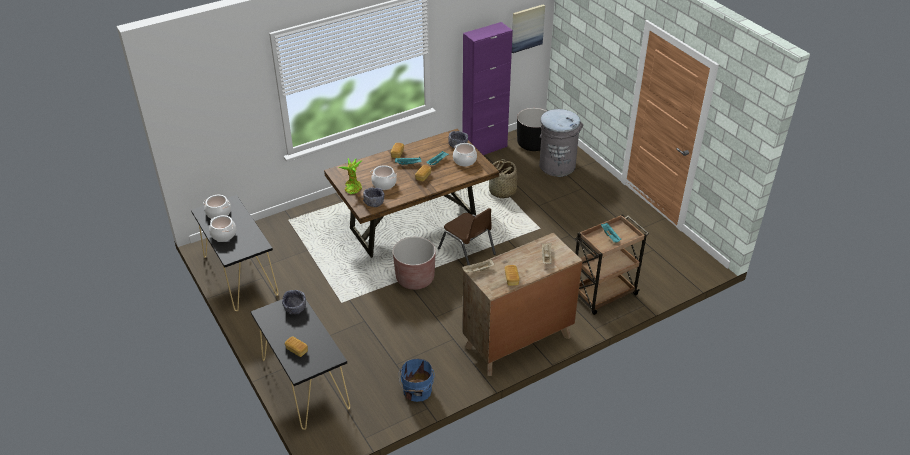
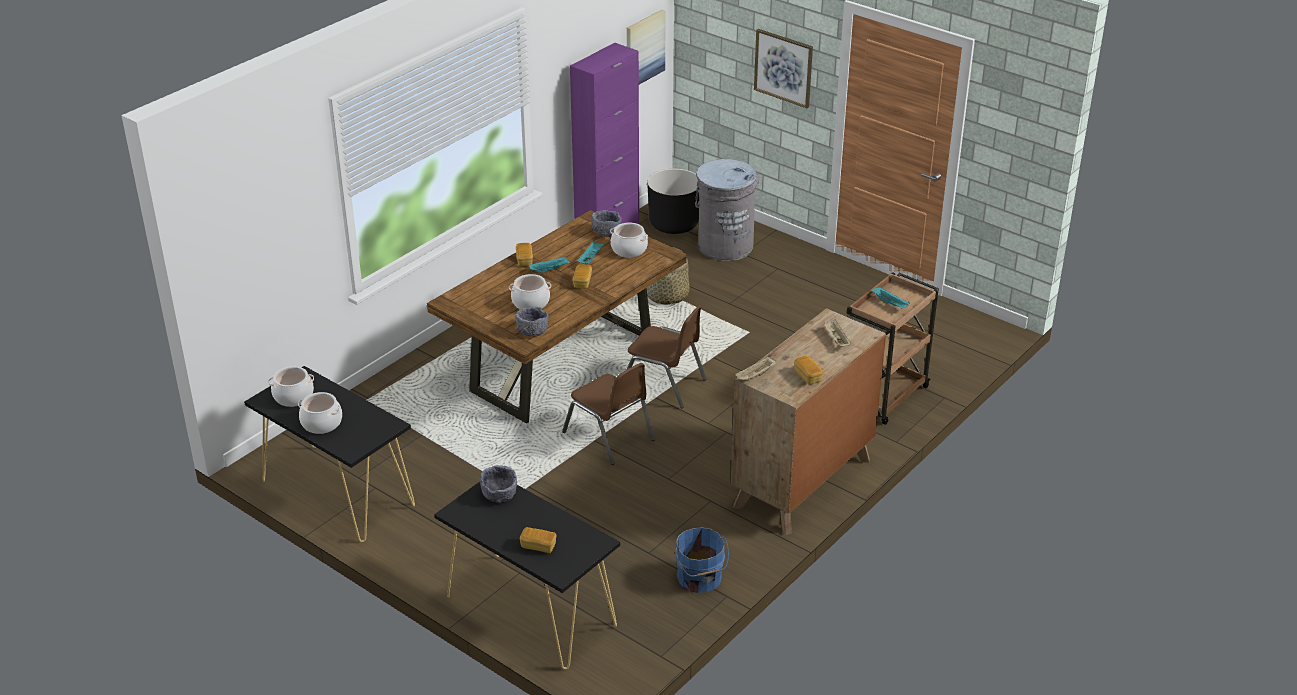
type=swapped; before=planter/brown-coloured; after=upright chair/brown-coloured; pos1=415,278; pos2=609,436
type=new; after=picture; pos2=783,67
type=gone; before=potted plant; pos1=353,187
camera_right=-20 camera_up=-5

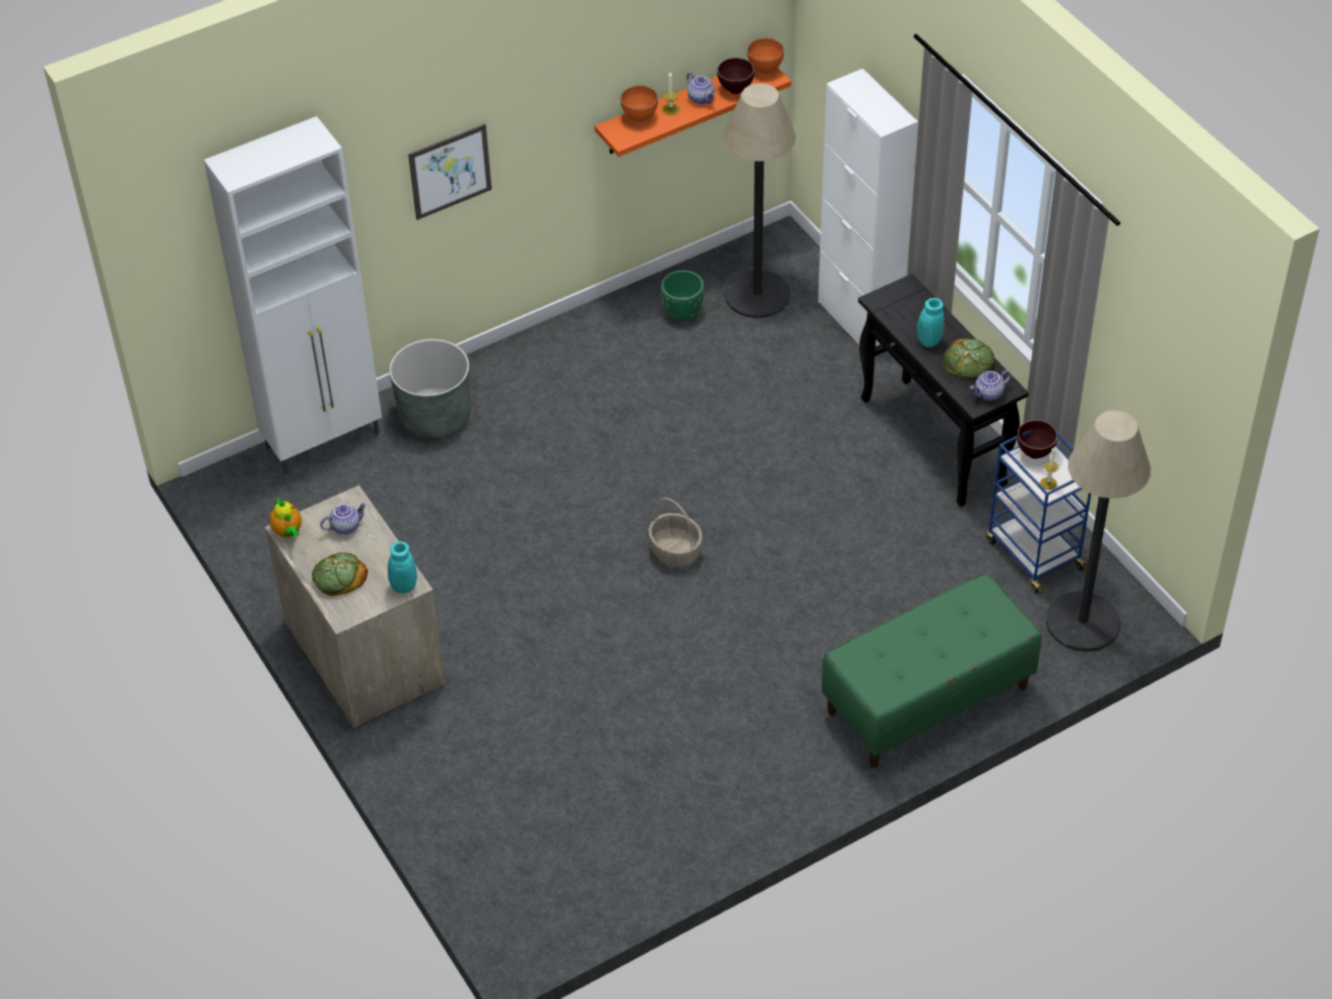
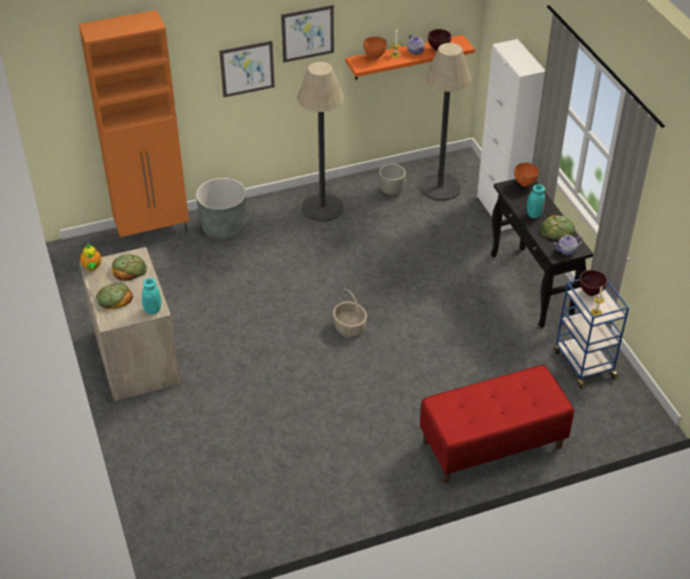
type=repainted; before=cabinet/white; after=cabinet/orangey; pos1=325,440; pos2=154,231
type=swapped; before=pot for tea; after=baked bread; pos1=345,526; pos2=129,269
type=new; after=picture; pos2=307,33
type=shifted; before=floor lamp; pos1=1083,622; pos2=322,208
type=repainted; before=planter/greenish; after=planter/greyish; pos1=682,313; pos2=391,191
type=repainted; before=indoor bench/greenish; after=indoor bench/red-coloured; pos1=927,700; pos2=492,445
type=shifted; before=bowl/orangey; pos1=766,70; pos2=525,184
camera_right=10 camera_up=-5

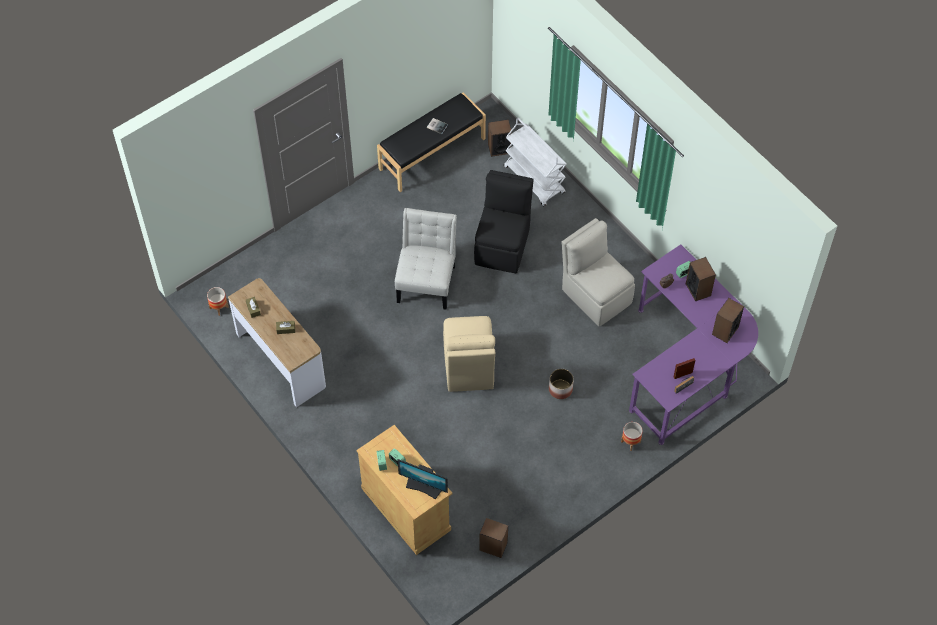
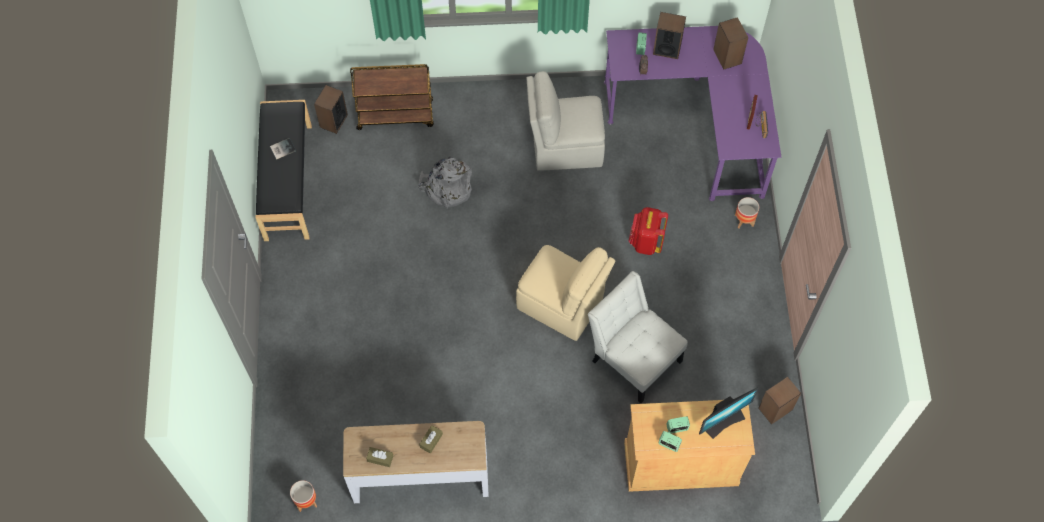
type=repainted; before=cart/white; after=cart/brown-coloured; pos1=534,180; pos2=396,115
type=swapped; before=upright chair/black; after=backpack/greyish; pos1=503,245; pos2=447,188
type=shifted; before=upright chair/white; pos1=427,280; pos2=633,357
type=swapped; before=planter; after=backpack/red-coloured; pos1=560,389; pos2=645,242
camera_right=-55 camera_up=5

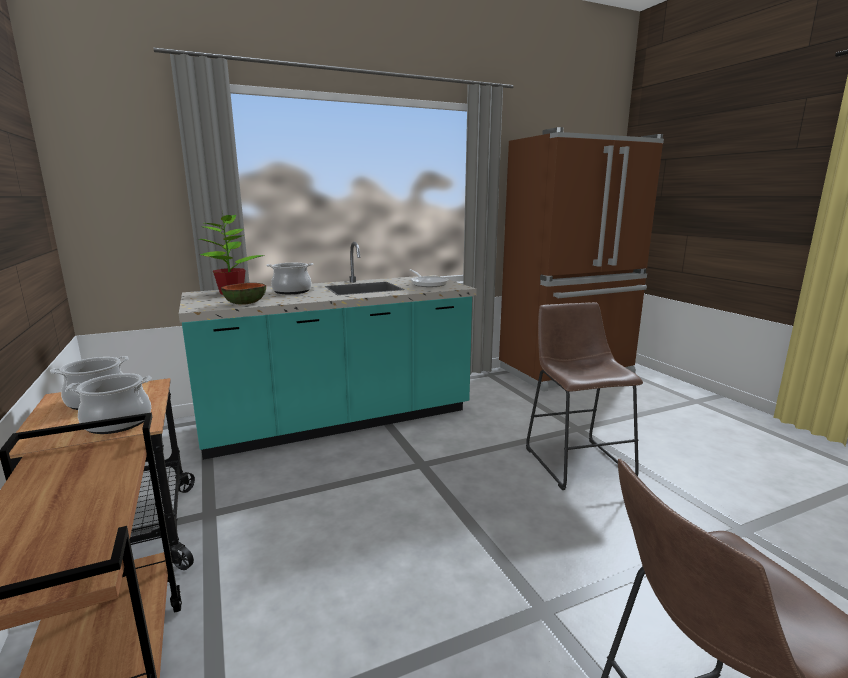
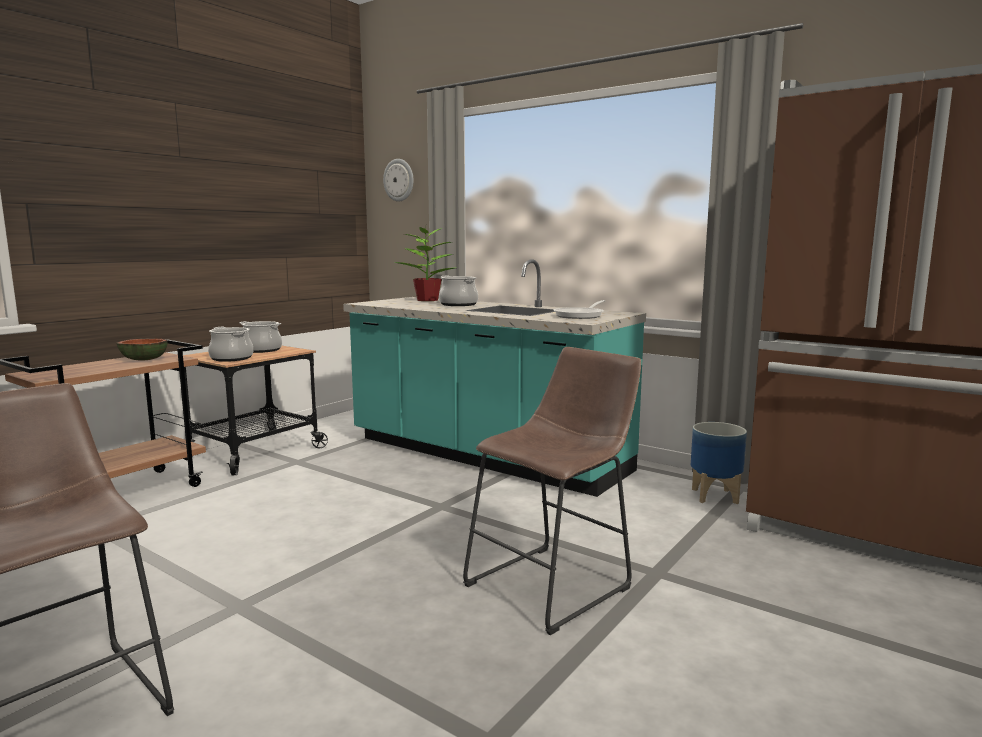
type=shifted; before=bowl; pos1=245,303; pos2=143,360
type=new; after=wall clock; pos2=399,180
type=new; after=planter; pos2=715,496
camera_right=60 camera_up=-5

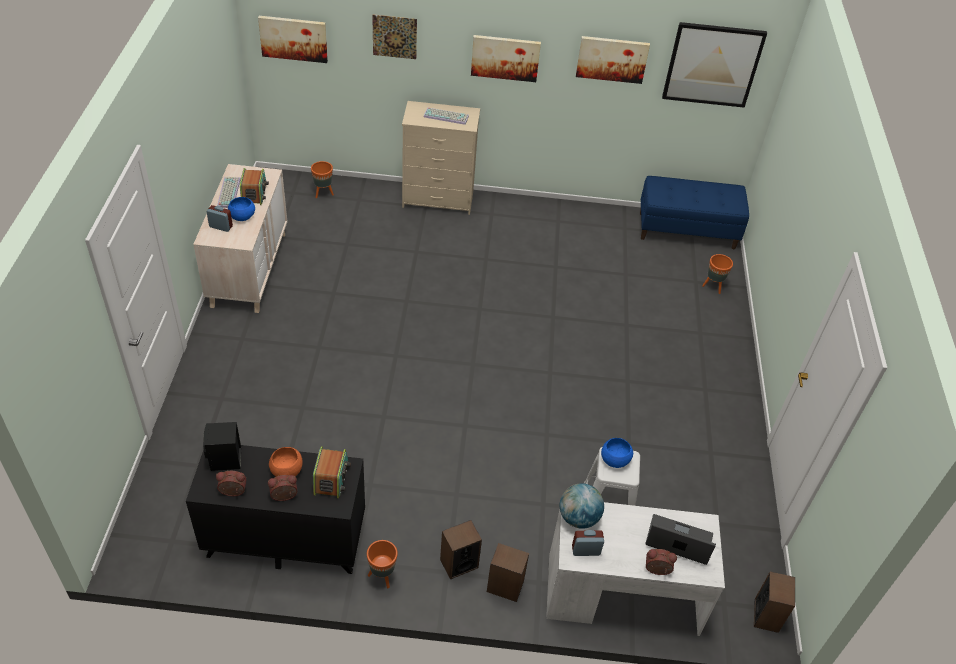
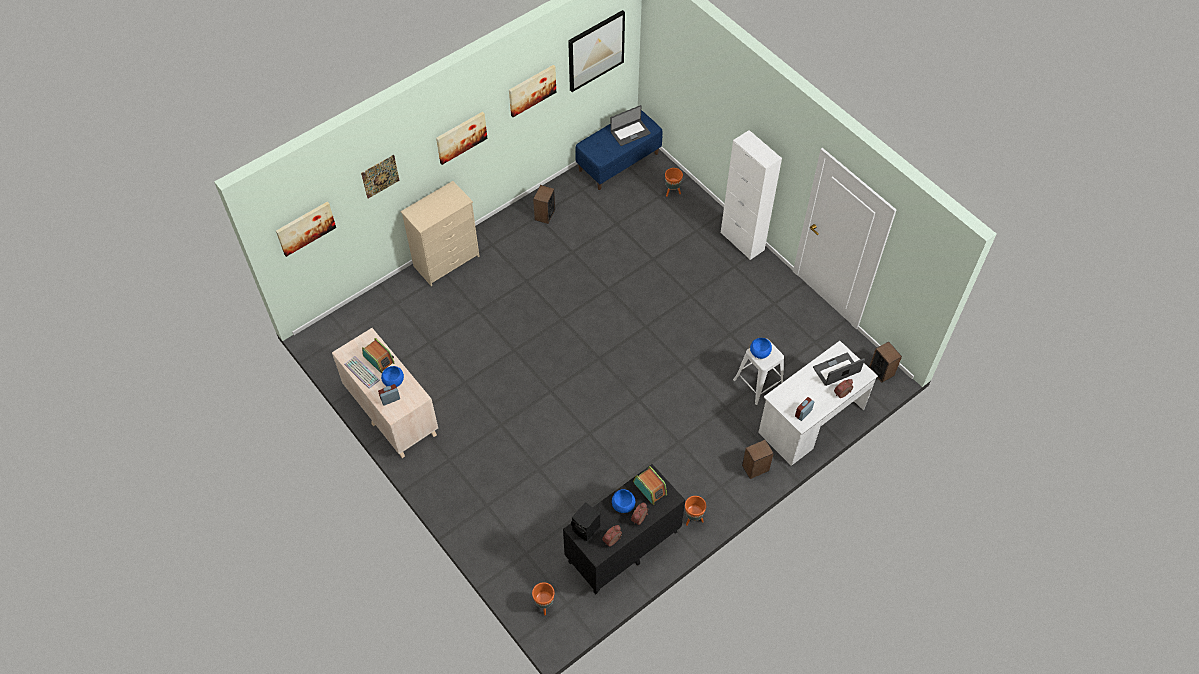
type=shifted; before=planter/orangey; pos1=323,193; pos2=544,605
type=shifted; before=audio speaker; pos1=459,563; pos2=544,215
type=new; after=notebook computer; pos2=630,132
type=repainted; before=bowl/orangey; after=bowl/bluish; pos1=286,469; pos2=623,505
type=new; after=cabinet/white; pos2=742,241
type=gone; before=PC keyboard; pos1=446,116
type=gone; before=world globe; pos1=578,517
camera_right=-40 camera_up=10

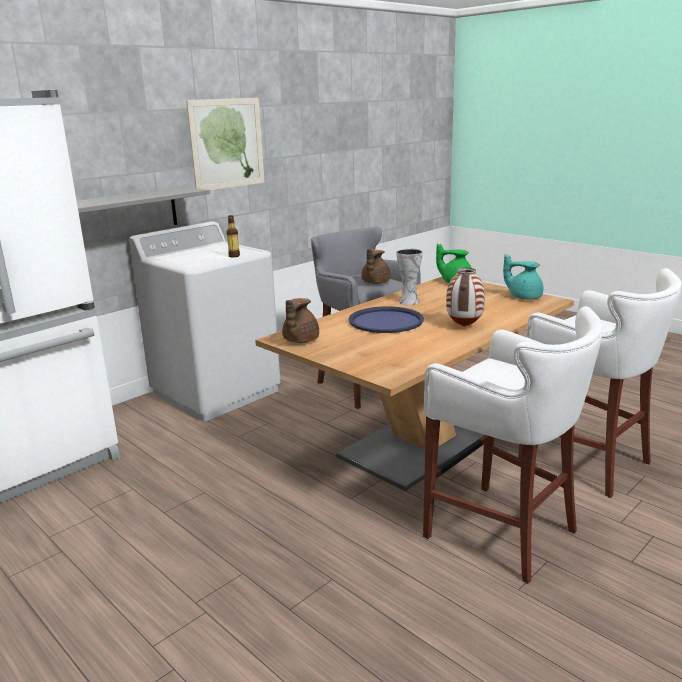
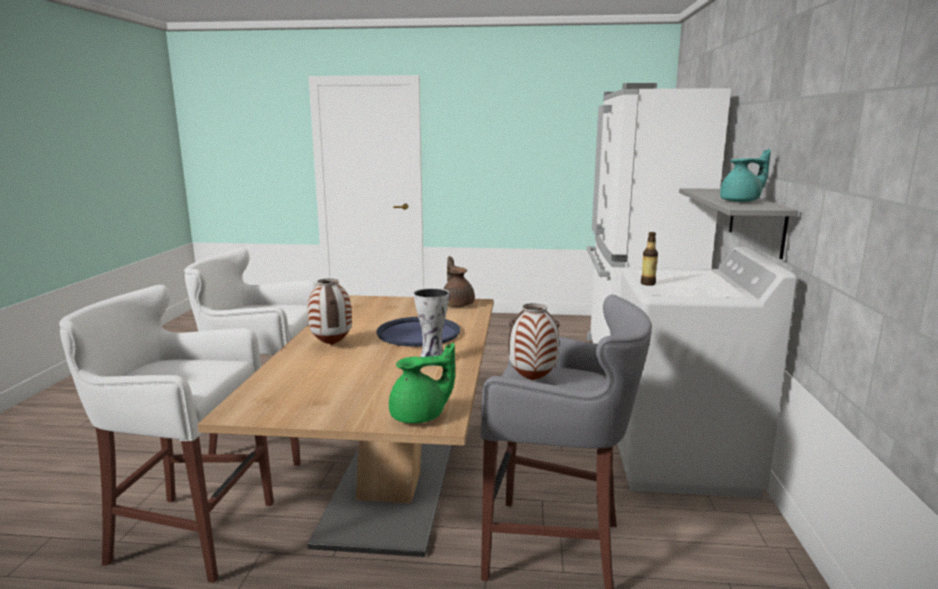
type=swapped; before=pot for tea/brown-coloured; after=flower vase; pos1=374,283; pos2=533,380
type=shifted; before=pot for tea/blue-green; pos1=524,297; pos2=741,201
type=gone; before=picture; pos1=227,143
camera_right=140 camera_up=-5

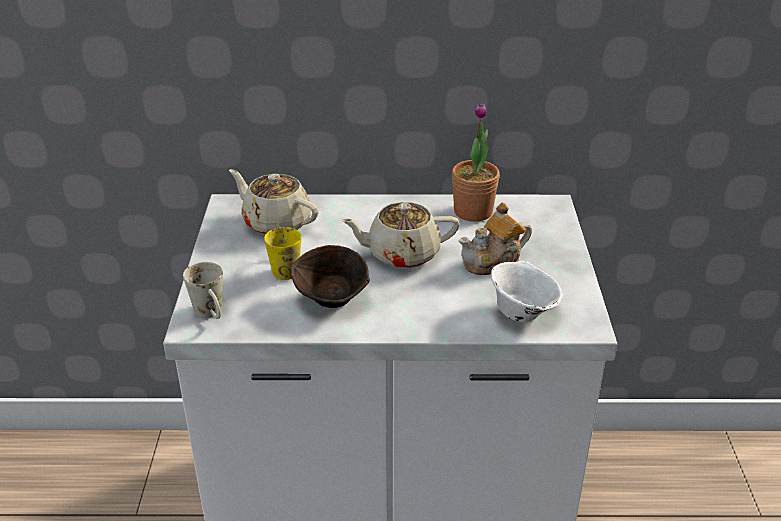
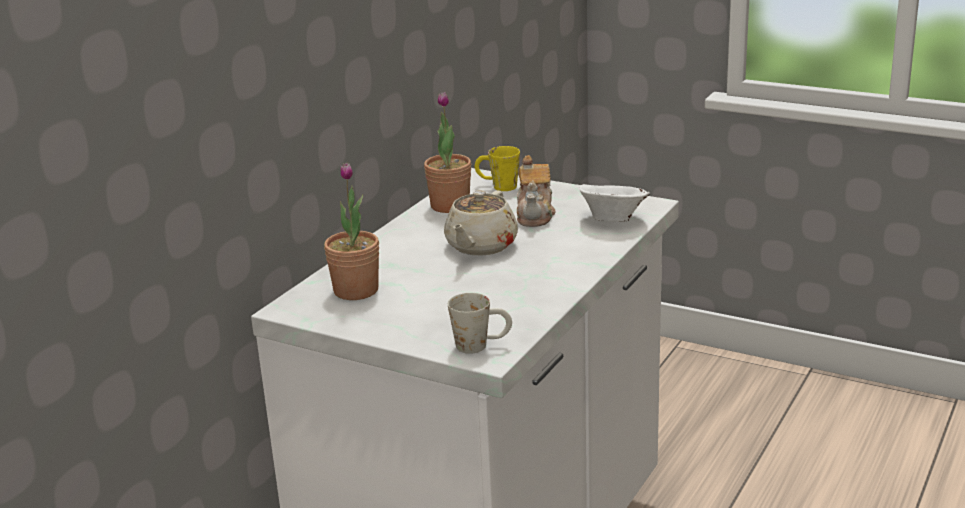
type=swapped; before=pot for tea/sand-coloured; after=potted plant; pos1=276,222; pos2=356,290
type=shifted; before=coffee mug/yellow; pos1=284,267; pos2=497,186
type=gone; before=bowl/brown-coloured; pos1=332,300
camera_right=-60 camera_up=-10

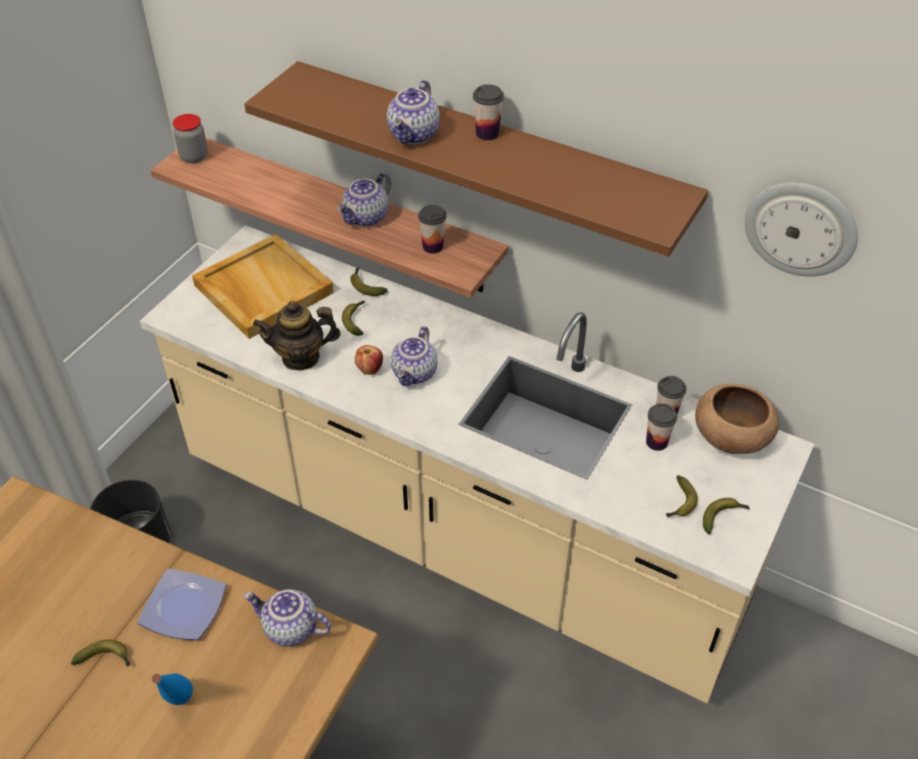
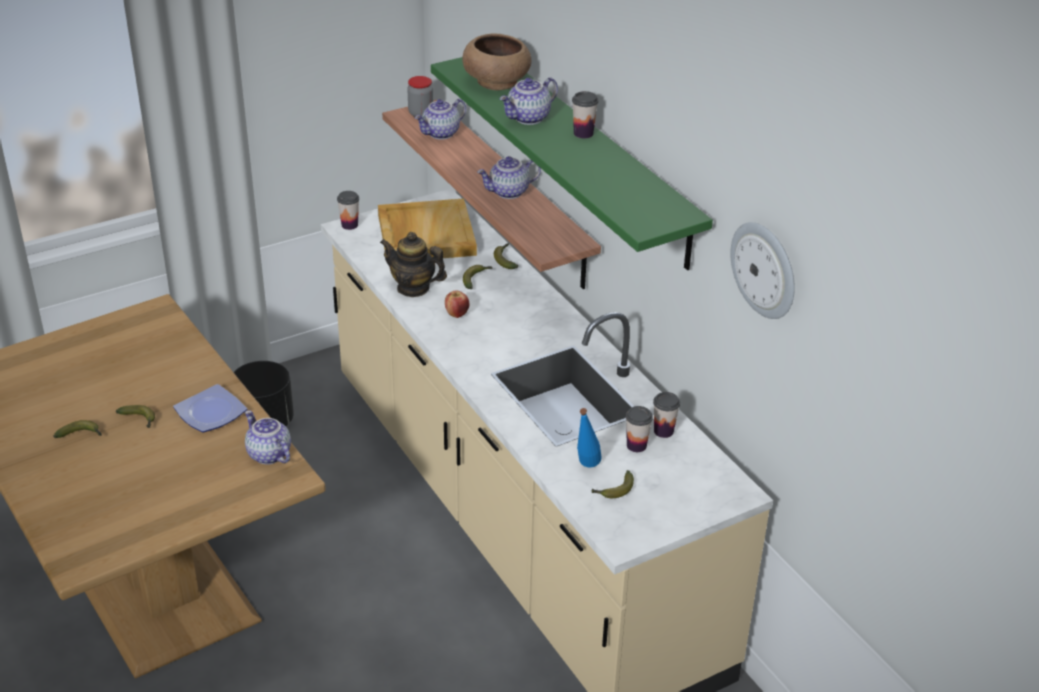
type=shifted; before=whole banana; pos1=723,517; pos2=81,435
type=shifted; before=cup; pos1=433,246; pos2=349,225
type=shifted; before=pot for tea; pos1=415,374; pos2=441,134
type=repainted; before=shelf/brown-coloured; after=shelf/greenish; pos1=487,154; pos2=592,156
type=shifted; before=bowl/brown-coloured; pos1=731,436; pos2=497,81
type=shifted; before=beverage bottle/bluish; pos1=180,708; pos2=585,469
camera_right=30 camera_up=-10

